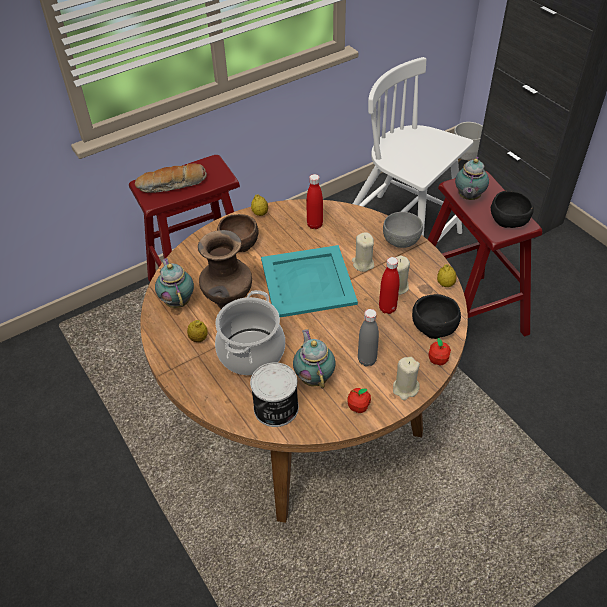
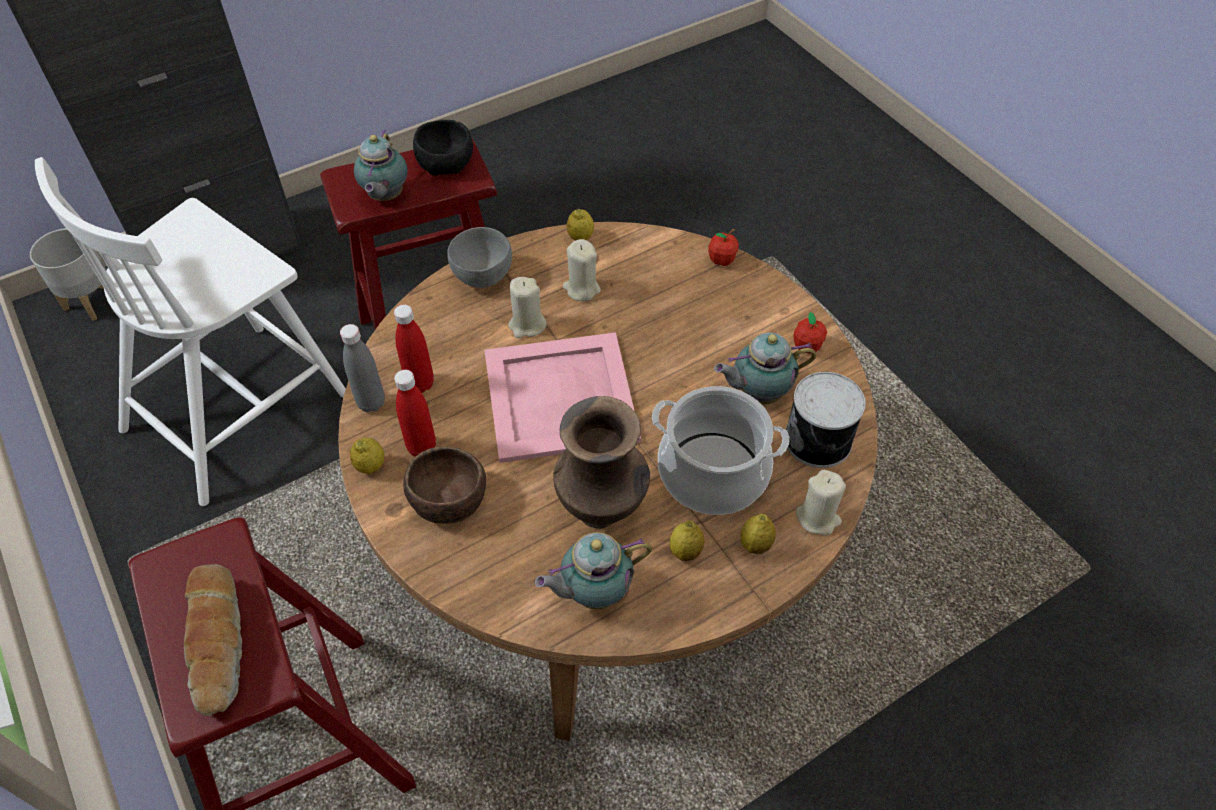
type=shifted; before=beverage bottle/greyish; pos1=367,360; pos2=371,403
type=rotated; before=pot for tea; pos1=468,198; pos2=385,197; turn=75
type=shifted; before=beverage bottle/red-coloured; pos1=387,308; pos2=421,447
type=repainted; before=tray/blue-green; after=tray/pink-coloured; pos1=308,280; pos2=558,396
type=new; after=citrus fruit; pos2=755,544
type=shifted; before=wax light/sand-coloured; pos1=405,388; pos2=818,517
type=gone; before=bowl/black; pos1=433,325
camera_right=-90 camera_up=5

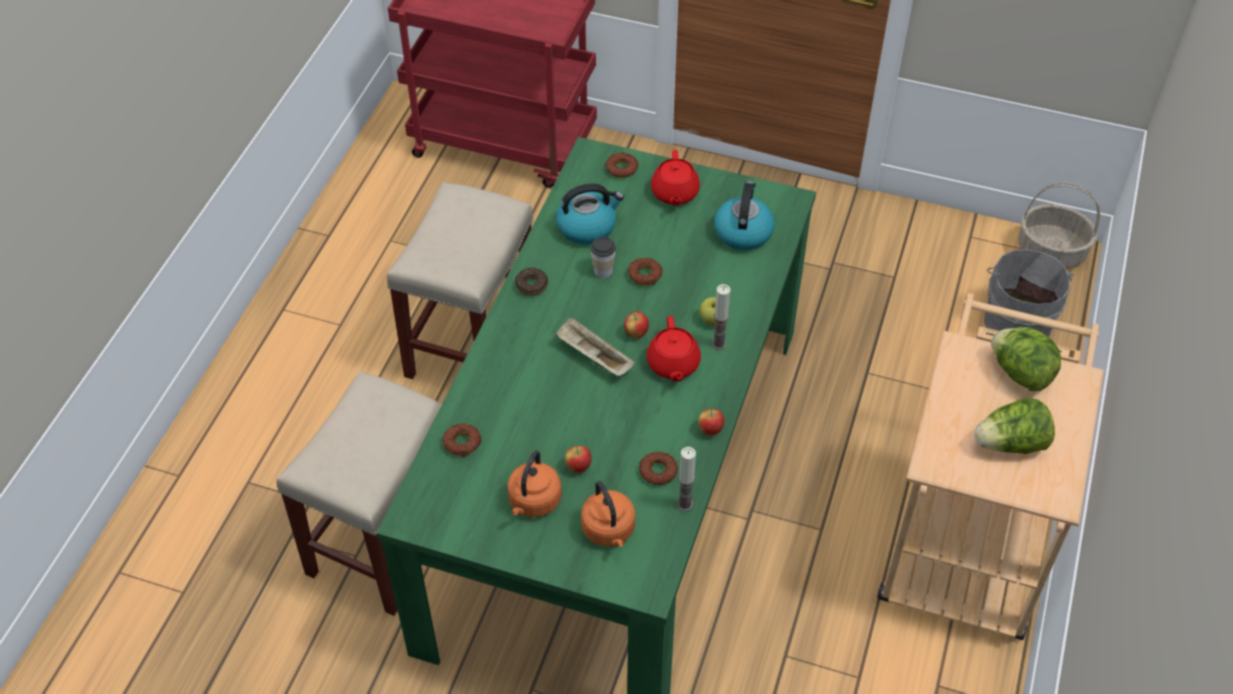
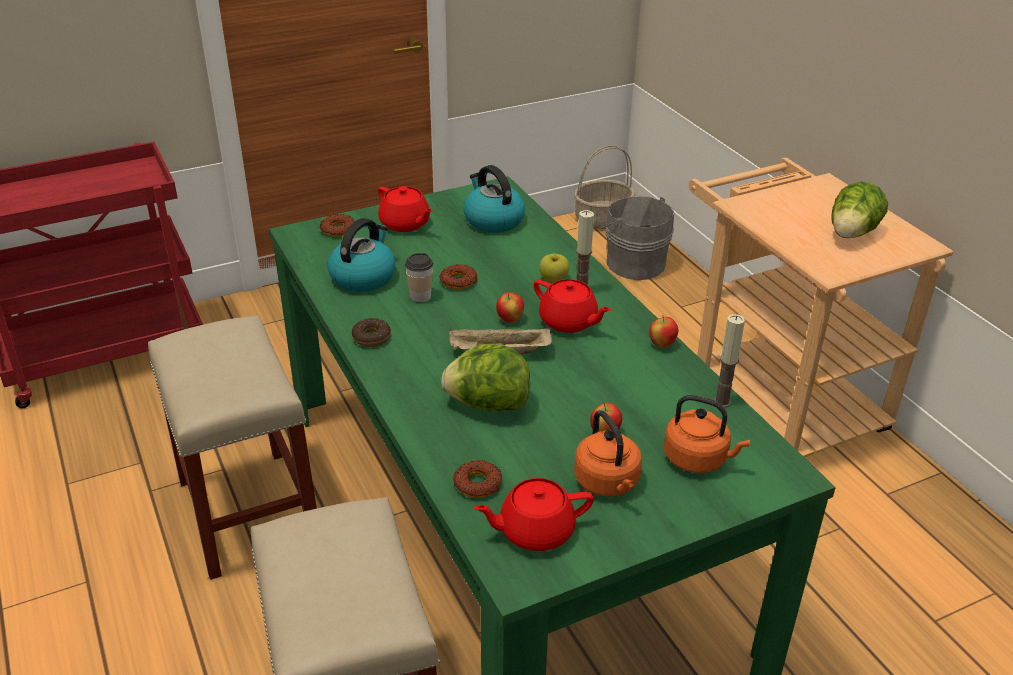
type=shifted; before=head of lettuce; pos1=1020,373; pos2=488,405
type=new; after=pot for tea/red-coloured; pos2=534,531
type=gone; before=donut; pos1=658,471
camera_right=-45 camera_up=-15

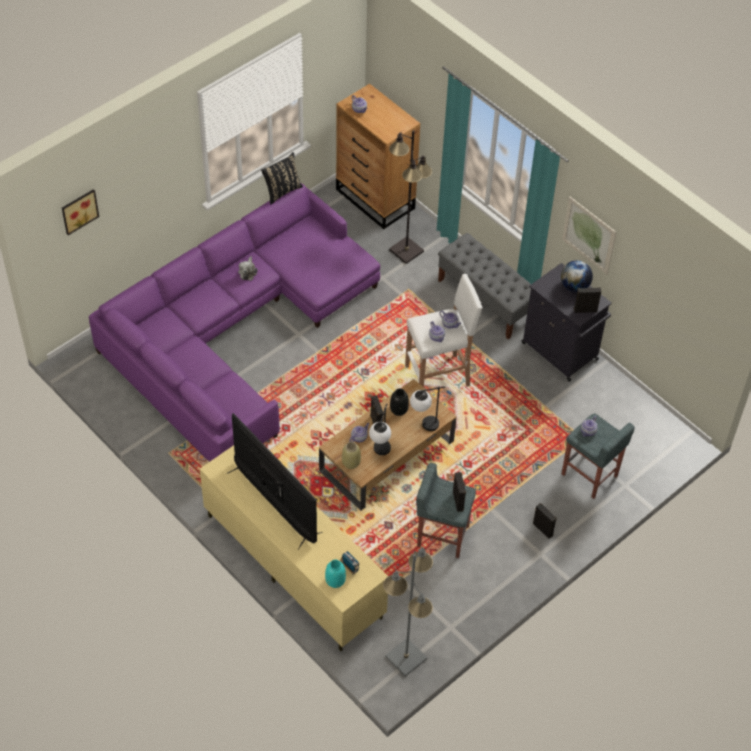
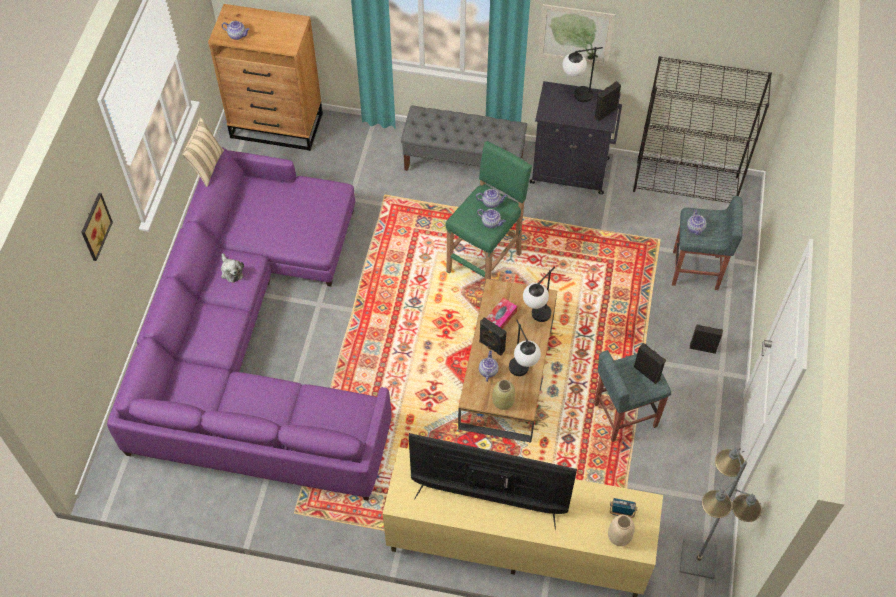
type=shifted; before=picture; pos1=78,210; pos2=93,226
type=repainted; before=throw pillow/black; after=throw pillow/sand-coloured; pos1=282,191; pos2=206,166
type=repainted; before=stool/white; after=stool/greenish; pos1=439,376; pos2=485,261
type=swapped; before=flower vase/black; after=tissue box; pos1=398,410; pos2=500,318
type=swapped; before=world globe; after=lamp for a table; pos1=574,286; pos2=575,96
type=repainted; before=flower vase/blue-green; after=flower vase/sand-coloured; pos1=335,580; pos2=619,536
type=new; after=bookcase/black; pos2=686,184
type=gone; before=floor lamp/black; pos1=406,250
camera_right=-35 camera_up=5

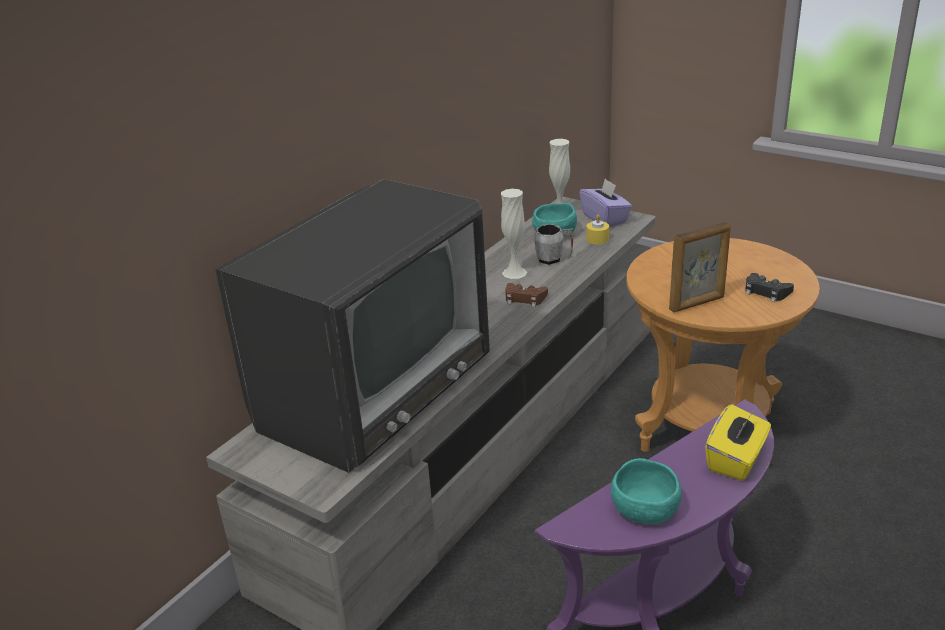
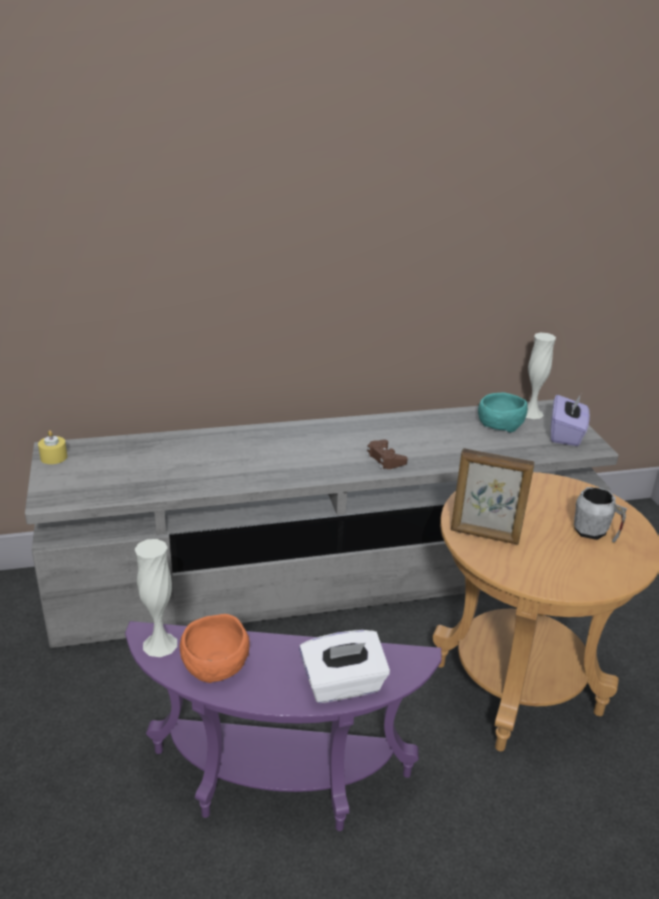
type=shifted; before=wax light/yellow; pos1=597,239; pos2=54,457
type=shifted; before=flower vase/white; pos1=514,272; pos2=160,644
type=repainted; before=bowl/blue-green; after=bowl/orangey; pos1=645,509; pos2=214,665
type=repainted; before=tissue box/yellow; after=tissue box/white; pos1=736,460; pos2=343,685
type=shifted; before=coffee mug/greyish; pos1=554,258; pos2=595,533
type=gone; before=television; pos1=373,386
type=gone; before=joypad/black; pos1=766,292
camera_right=40 camera_up=0

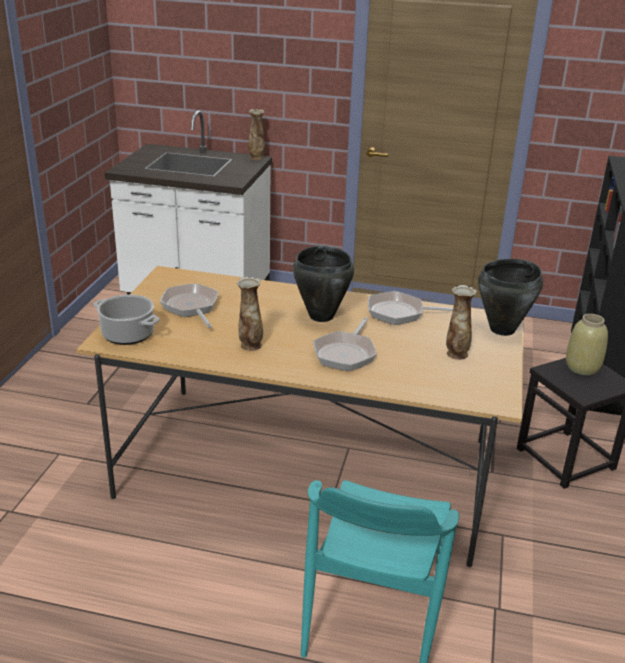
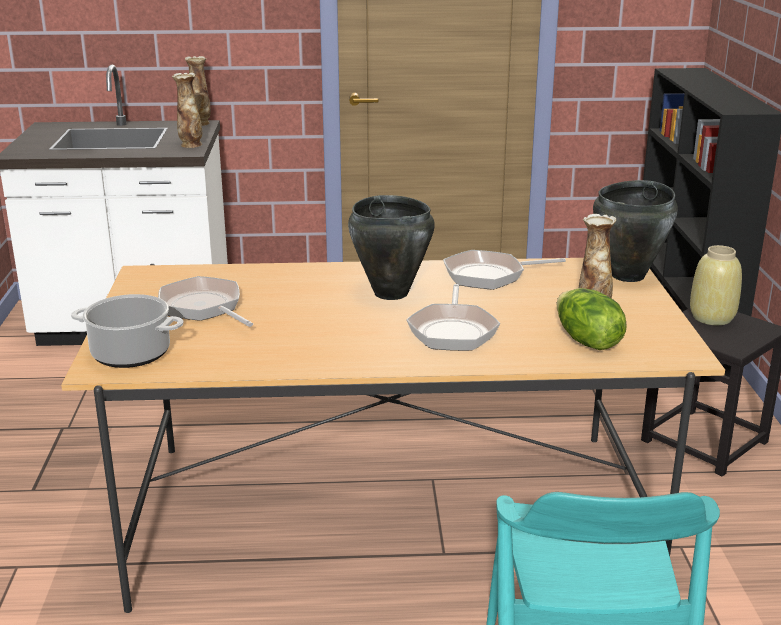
type=shifted; before=flower vase; pos1=250,345; pos2=190,145
type=new; after=head of lettuce; pos2=586,341
camera_right=-15 camera_up=-5

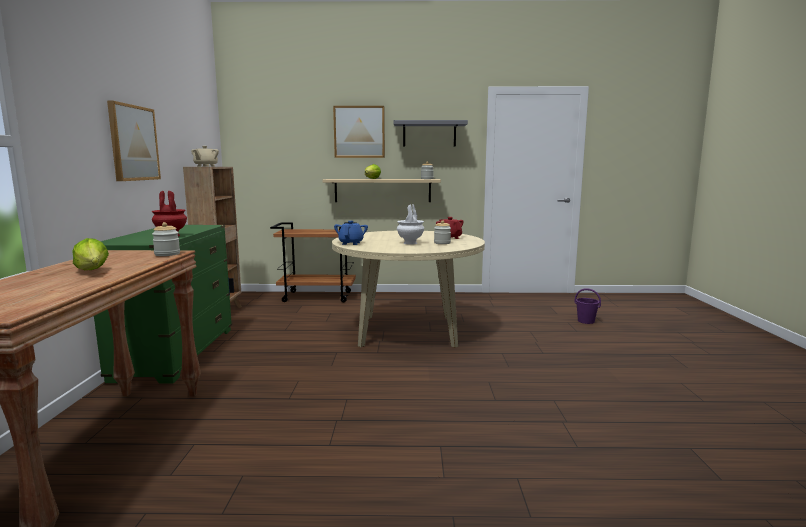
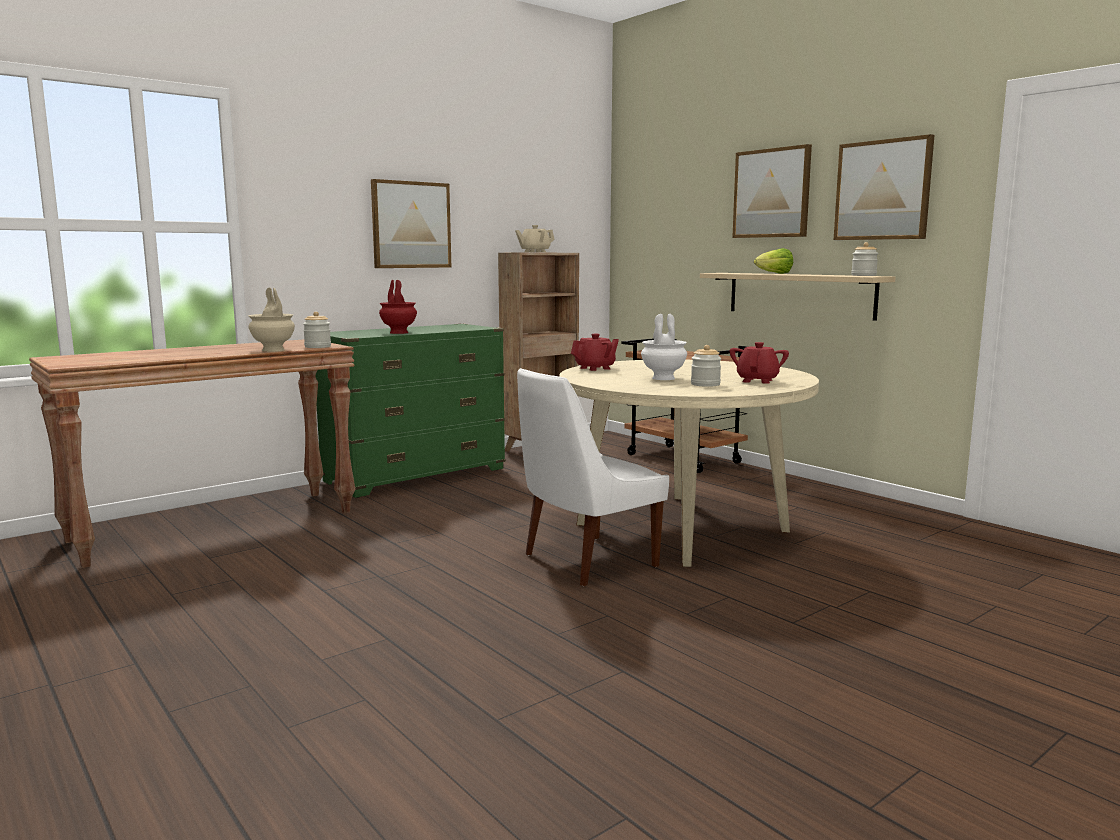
type=new; after=flower vase/sand-coloured; pos2=274,350
type=new; after=upright chair/white; pos2=585,561
type=repainted; before=pot for tea/bluish; after=pot for tea/red-coloured; pos1=351,243; pos2=595,368
type=swapped; before=shelf/greyish; after=picture; pos1=429,134; pos2=883,190
type=gone; before=head of lettuce; pos1=93,271
type=gone; before=bucket/purplish; pos1=586,321
camera_right=50 camera_up=0

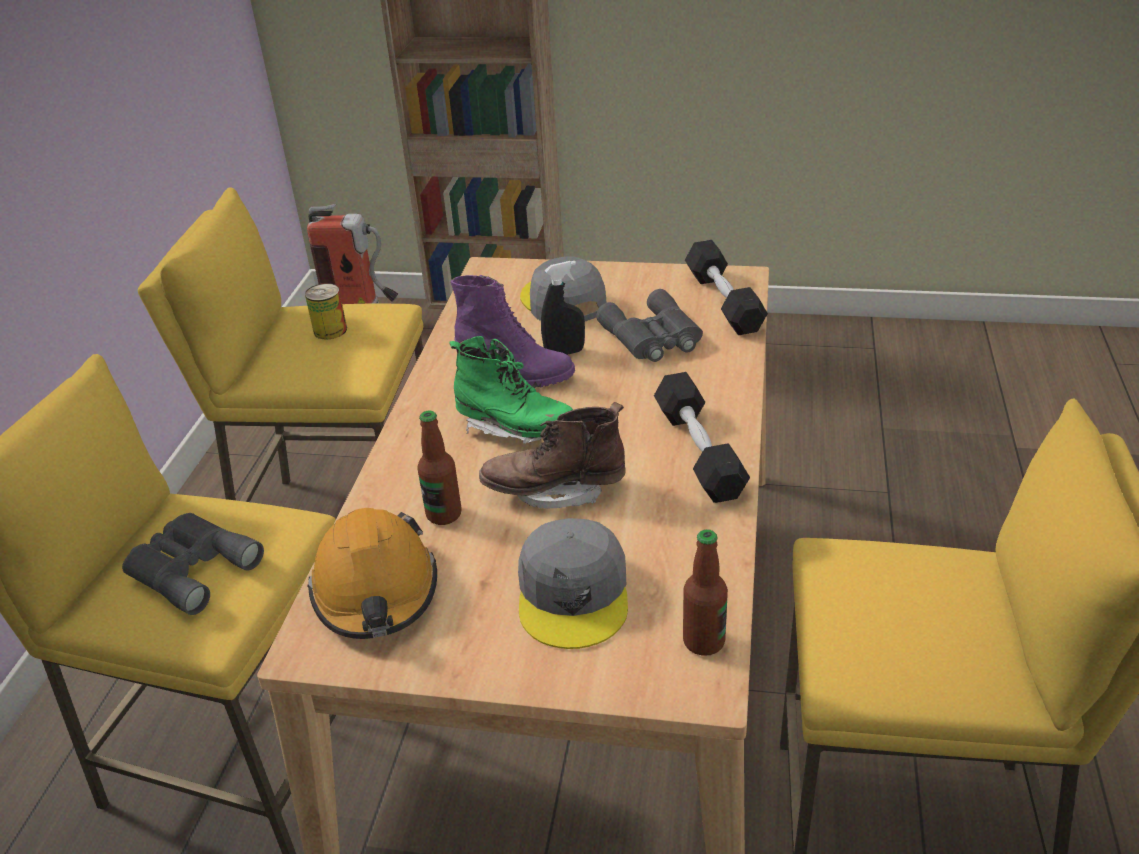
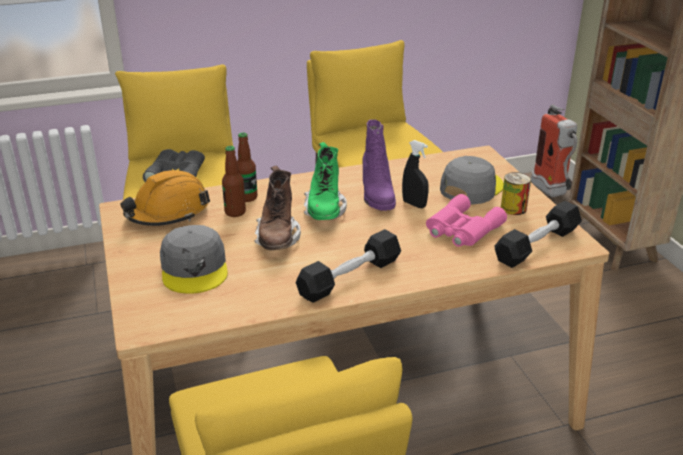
type=rotated; before=baseball cap/greyish; pos1=574,593; pos2=194,268; turn=-75
type=shifted; before=beverage bottle; pos1=704,641; pos2=247,197
type=rotated; before=high-top boot/brown-coloured; pos1=555,490; pos2=277,238; turn=-150
type=repainted; before=field glasses/greyish; after=field glasses/pink-coloured; pos1=652,338; pos2=461,229
type=shifted; before=can; pos1=330,330; pos2=513,208
camera_right=60 camera_up=-5

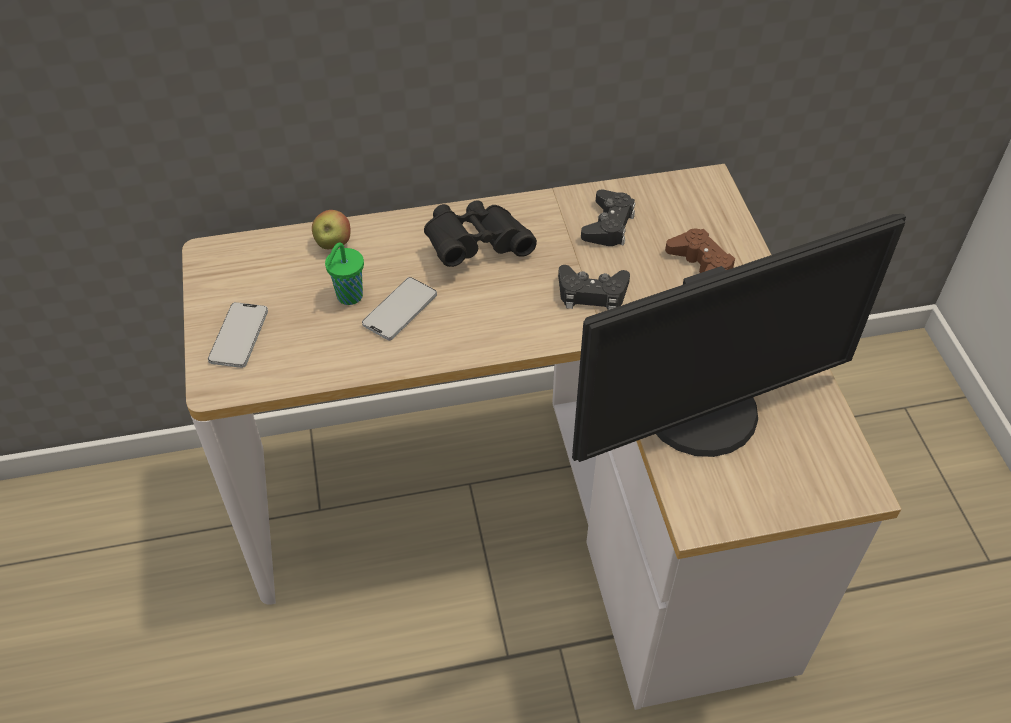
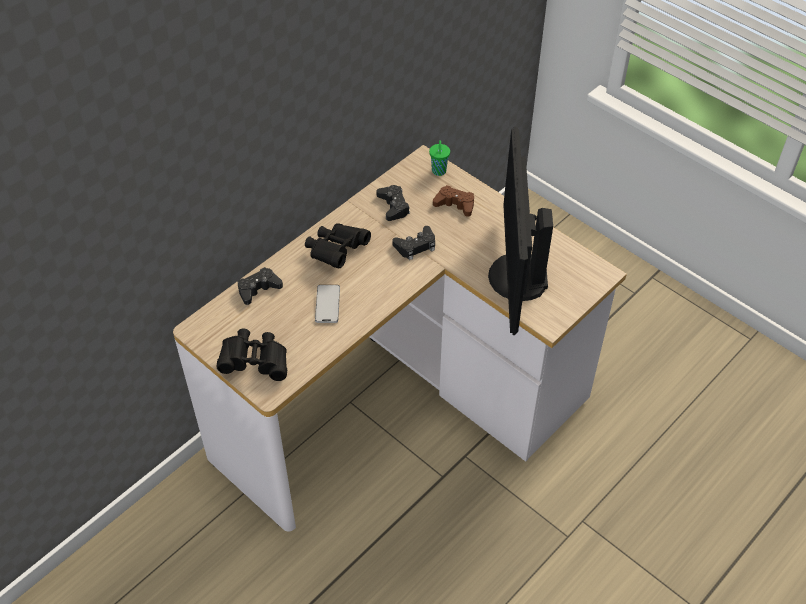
type=swapped; before=handset; after=field glasses/black; pos1=239,336; pos2=255,362
type=swapped; before=whole apple; after=joypad/black; pos1=333,244; pos2=258,289
type=shifted; before=cup/greenish; pos1=348,297; pos2=439,171
type=rotated; before=computer display; pos1=704,415; pos2=515,277; turn=150
camera_right=-35 camera_up=0

